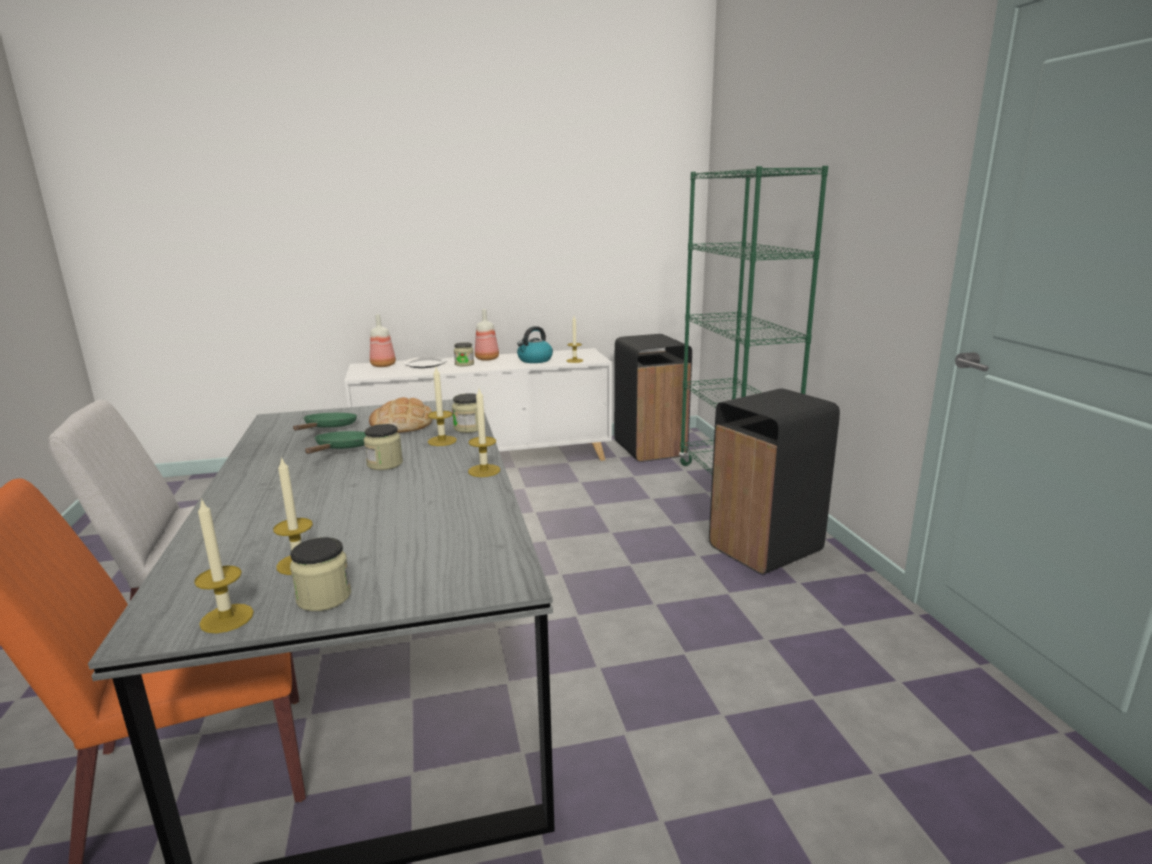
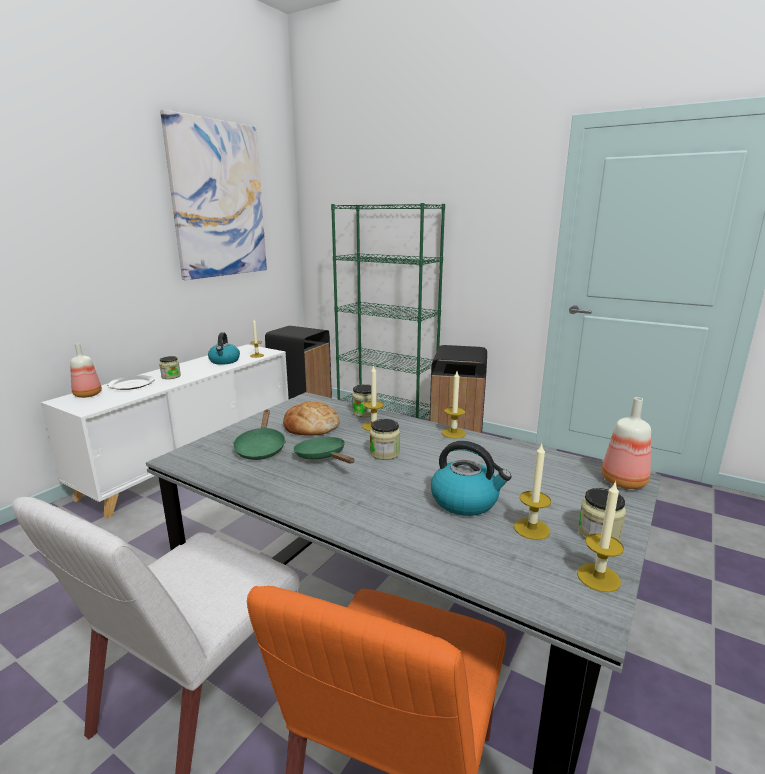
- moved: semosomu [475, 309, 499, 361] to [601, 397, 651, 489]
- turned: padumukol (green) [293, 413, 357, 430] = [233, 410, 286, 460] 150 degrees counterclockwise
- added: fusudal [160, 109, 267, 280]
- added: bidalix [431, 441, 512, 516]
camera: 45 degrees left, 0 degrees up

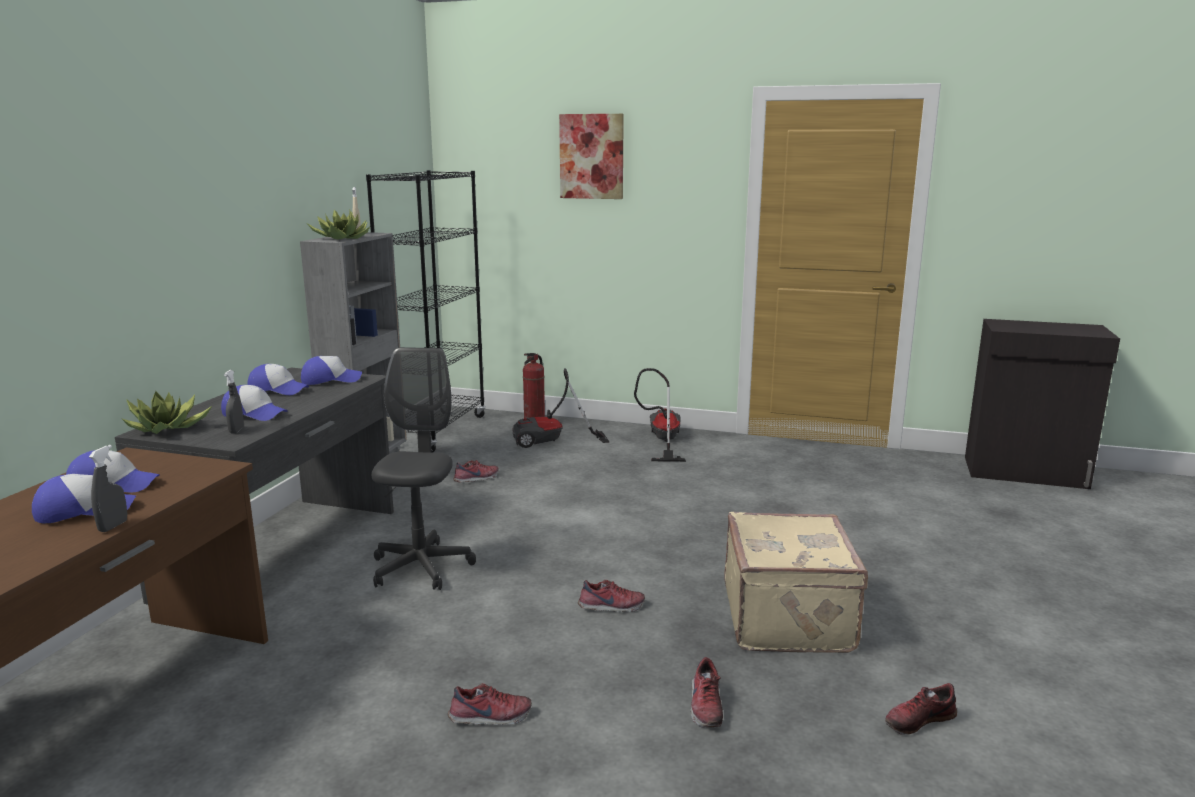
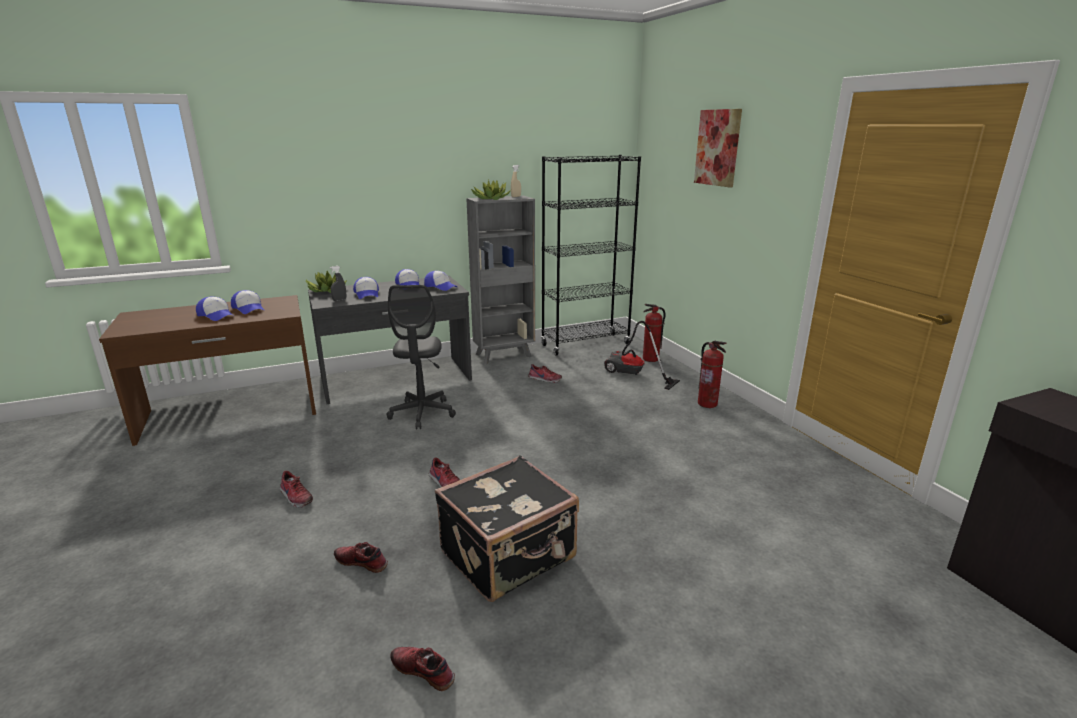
- turned: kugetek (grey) [371, 347, 476, 590] = [387, 285, 456, 429] 120 degrees clockwise
- replaced: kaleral [634, 368, 686, 462] to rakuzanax [698, 341, 727, 408]
- removed: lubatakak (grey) [89, 445, 127, 532]
- recoloured: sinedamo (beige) [724, 512, 868, 653] to sinedamo (black) [435, 455, 579, 602]
- turned: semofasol [691, 657, 723, 728] = [334, 542, 388, 573] 60 degrees clockwise
camera: 50 degrees right, 5 degrees up

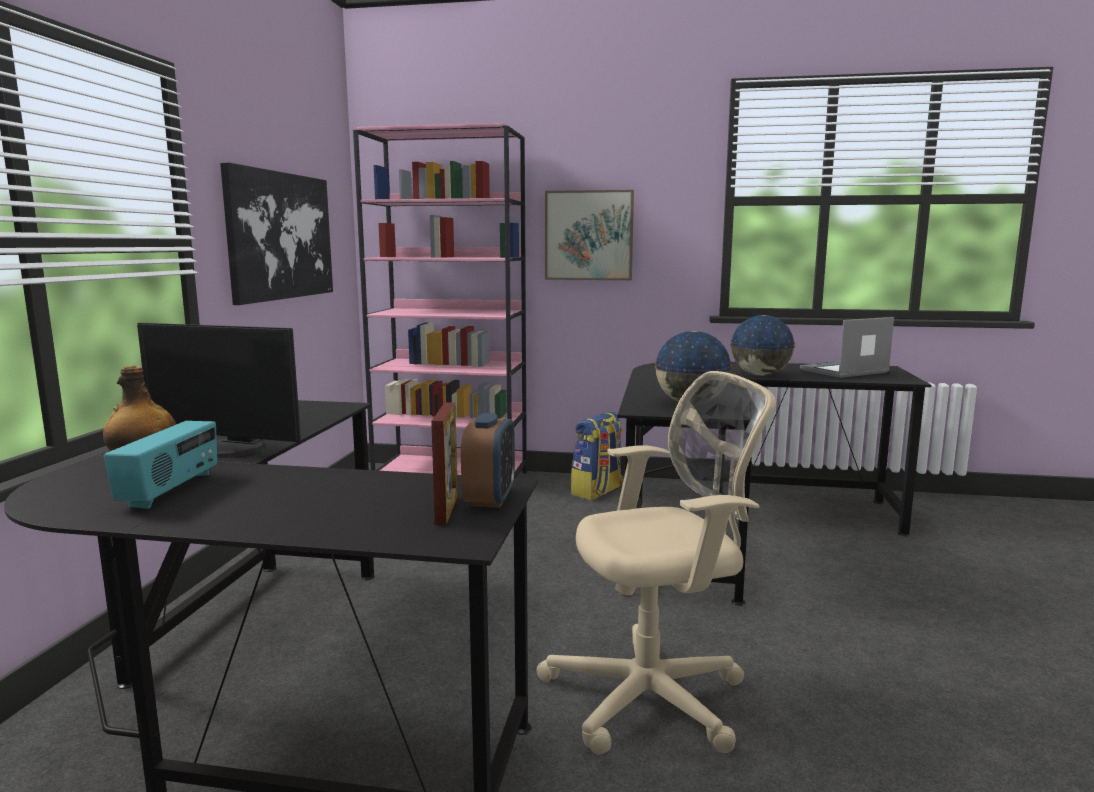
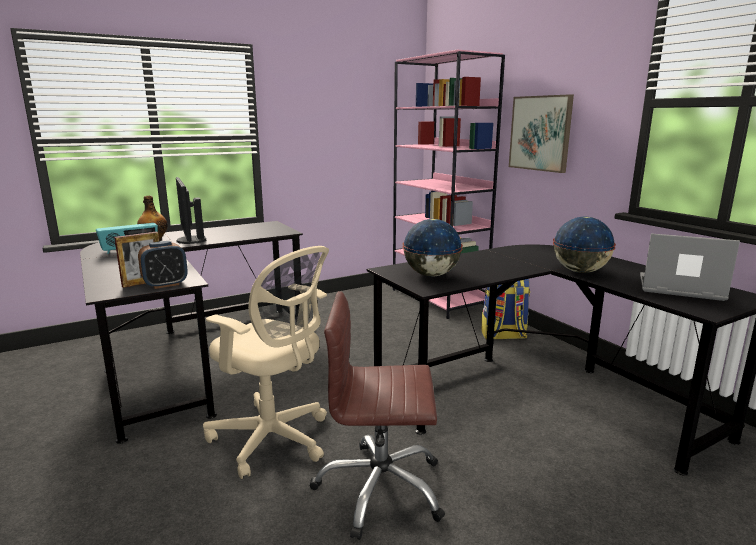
- removed: fusudal [220, 162, 333, 305]
- added: kugetek (brown) [310, 291, 445, 540]
camera: 50 degrees right, 5 degrees up

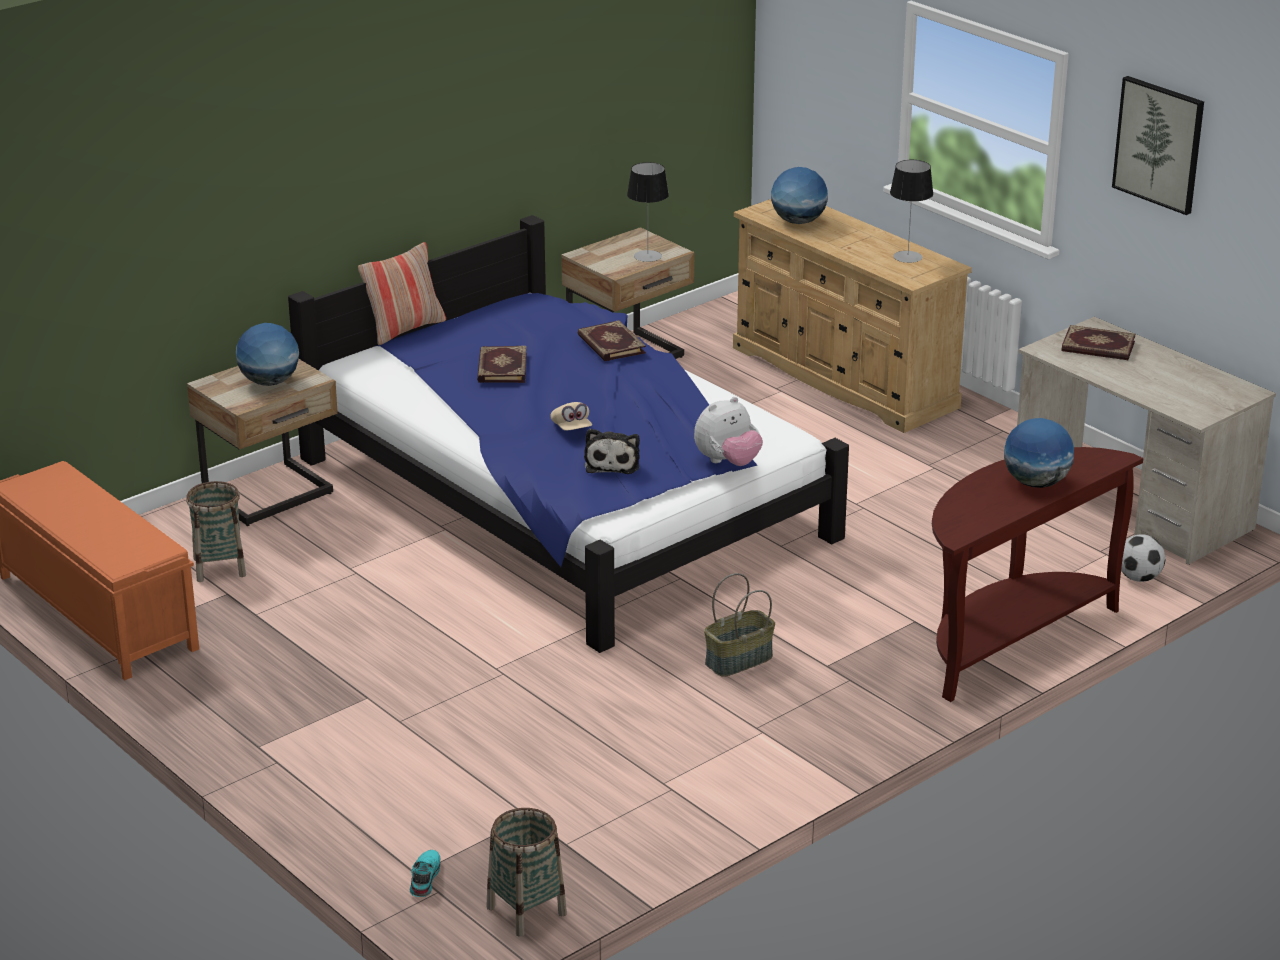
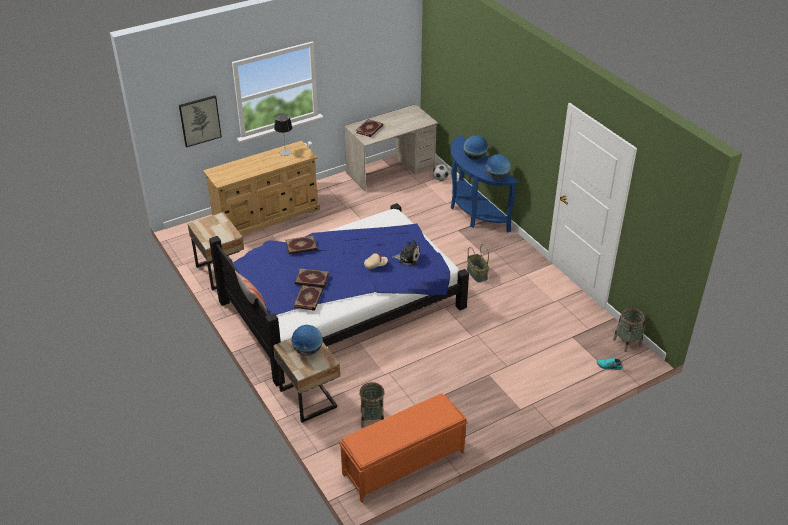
- moved: fusudal [1112, 76, 1204, 215] to [179, 95, 222, 147]
- removed: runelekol [627, 162, 669, 262]
- moved: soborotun [771, 167, 828, 224] to [485, 154, 511, 179]
- removed: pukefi [694, 397, 763, 466]
- recoloured: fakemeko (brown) [932, 447, 1143, 702] to fakemeko (blue) [450, 135, 519, 232]
- added: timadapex [294, 285, 323, 311]
camera: 80 degrees left, 10 degrees up

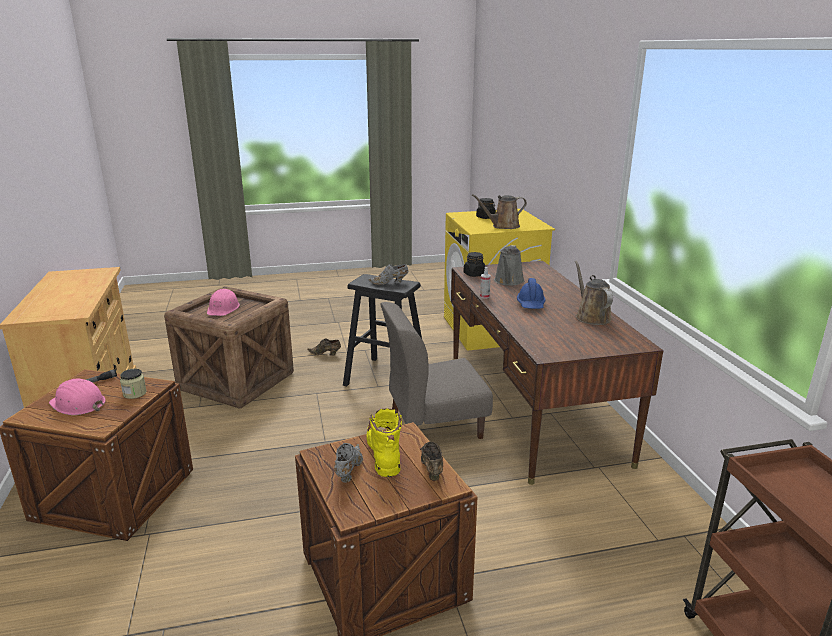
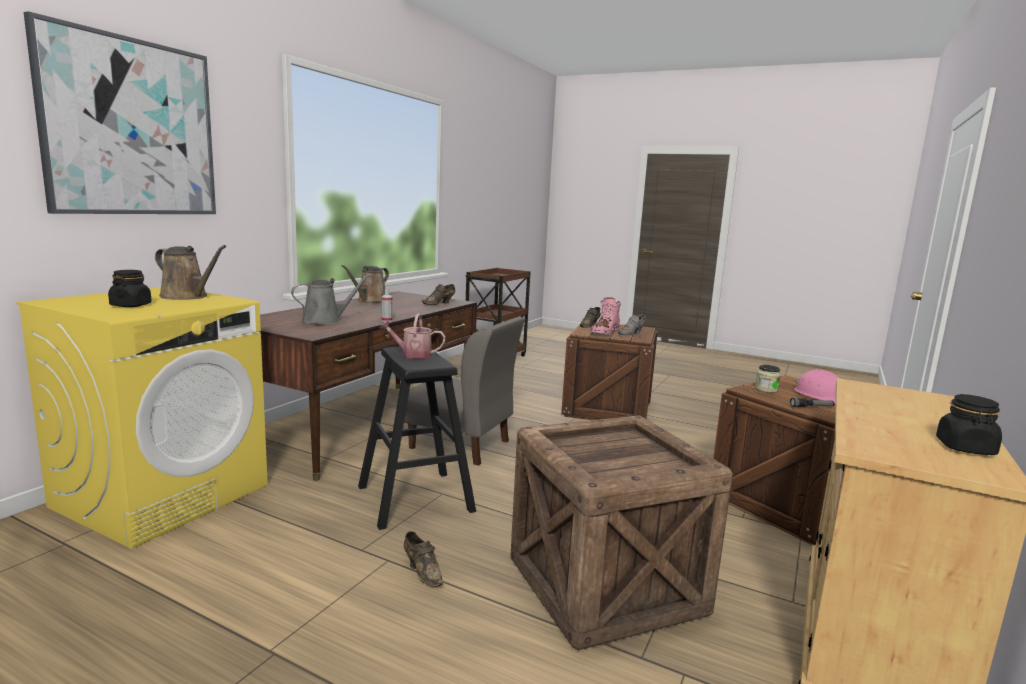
- moved: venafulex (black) [464, 252, 486, 277] to [936, 394, 1002, 455]
- replaced: semofasol (grey) [368, 264, 408, 285] to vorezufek [379, 313, 446, 359]
- removed: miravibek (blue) [517, 278, 546, 309]
- removed: miravibek (pink) [207, 289, 240, 316]
- recoloured: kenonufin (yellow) [367, 408, 402, 477] to kenonufin (pink) [590, 297, 621, 335]
- added: fusudal [24, 11, 216, 214]
- added: semofasol (brown) [422, 284, 455, 305]
camera: 140 degrees left, 10 degrees down

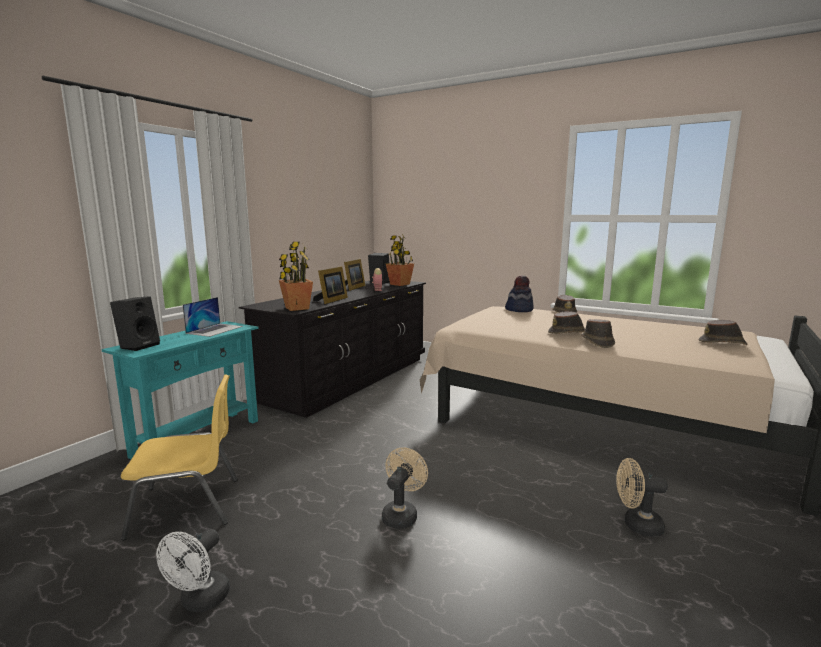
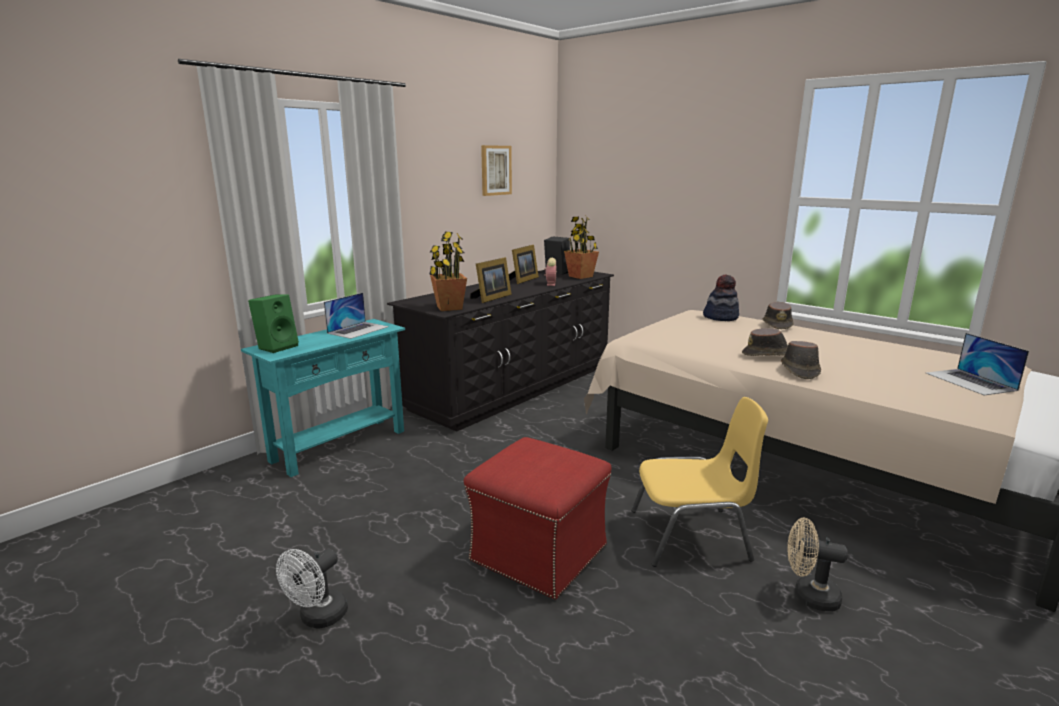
- recoloured: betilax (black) [110, 296, 160, 351] to betilax (green) [248, 294, 299, 353]
- replaced: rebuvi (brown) [699, 320, 747, 345] to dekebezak [926, 333, 1029, 395]
- moved: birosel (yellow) [121, 374, 238, 540] to [631, 397, 768, 567]
- replaced: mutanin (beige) [382, 447, 428, 529] to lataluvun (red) [464, 437, 612, 600]
- added: fusudal [481, 145, 512, 196]
camera: 10 degrees right, 5 degrees up

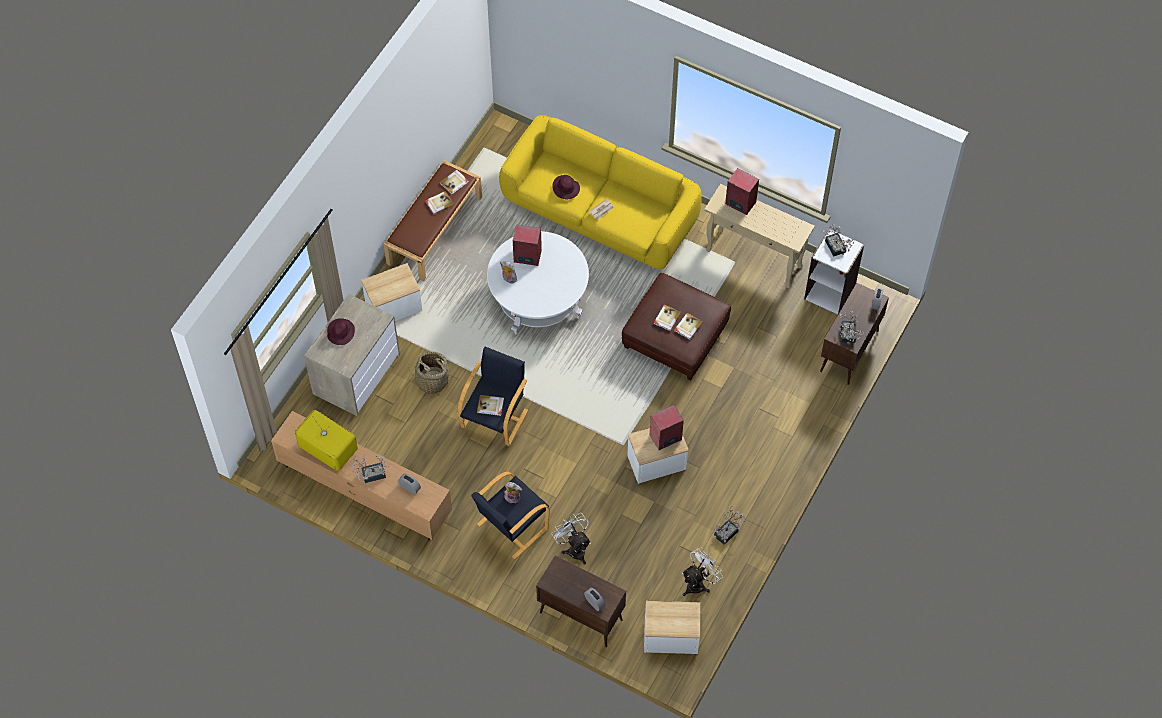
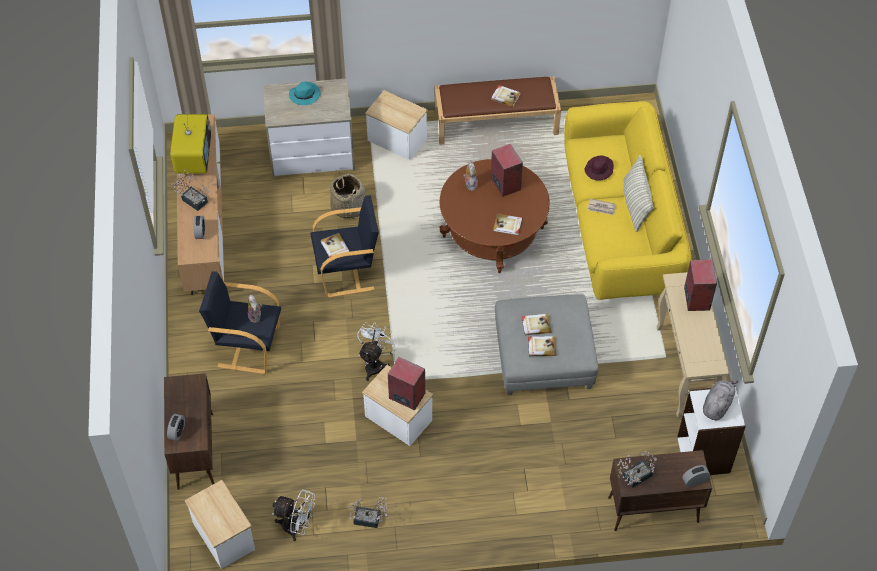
- moved: timadapex [440, 170, 469, 195] to [493, 214, 522, 235]
- replaced: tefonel [823, 224, 854, 257] to pukefi (grey) [703, 380, 739, 420]
- recoloured: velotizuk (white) [487, 231, 589, 334] to velotizuk (brown) [439, 159, 550, 273]
- recoloured: lataluvun (brown) [622, 273, 731, 381] to lataluvun (grey) [495, 294, 599, 395]
- recoloured: rebuvi (purple) [327, 318, 355, 345] to rebuvi (turquoise) [289, 82, 321, 105]
- moved: mutanin (white) [551, 513, 591, 565] to [357, 322, 399, 381]
- added: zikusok [624, 155, 654, 232]
camera: 55 degrees right, 5 degrees down

